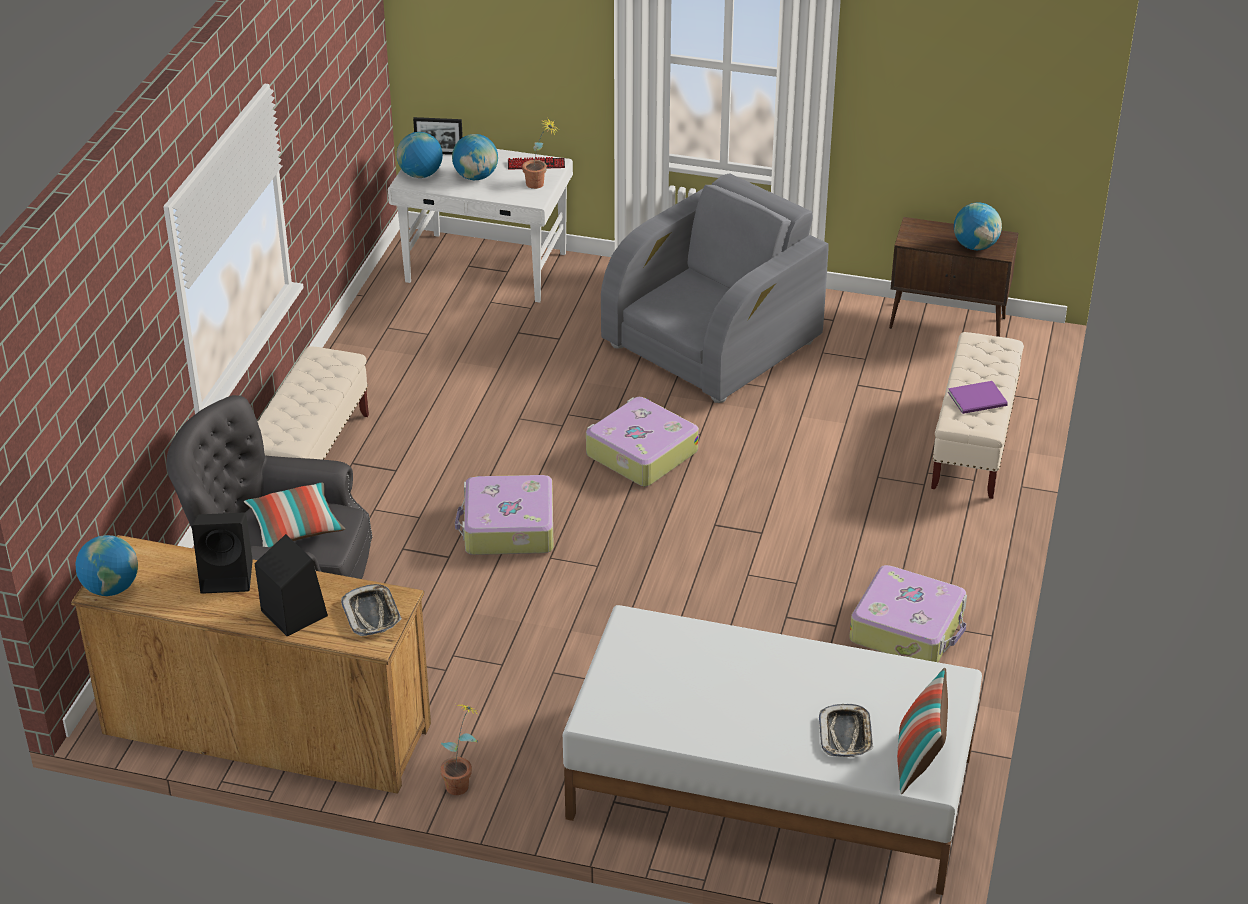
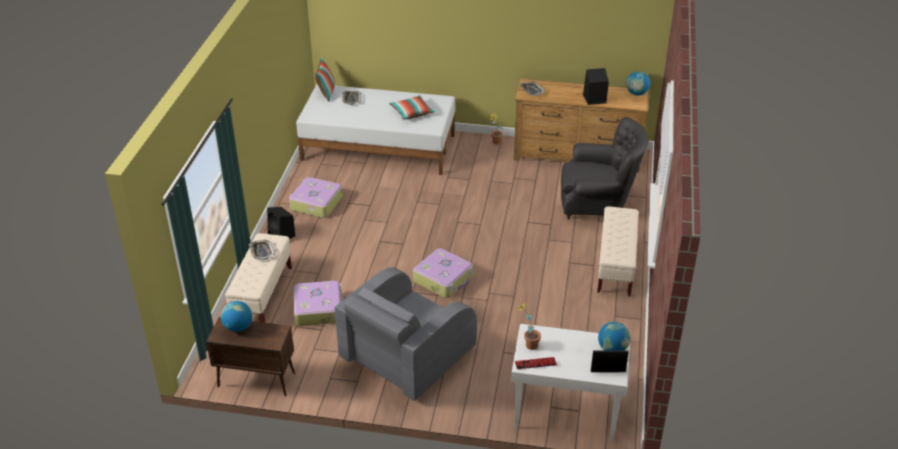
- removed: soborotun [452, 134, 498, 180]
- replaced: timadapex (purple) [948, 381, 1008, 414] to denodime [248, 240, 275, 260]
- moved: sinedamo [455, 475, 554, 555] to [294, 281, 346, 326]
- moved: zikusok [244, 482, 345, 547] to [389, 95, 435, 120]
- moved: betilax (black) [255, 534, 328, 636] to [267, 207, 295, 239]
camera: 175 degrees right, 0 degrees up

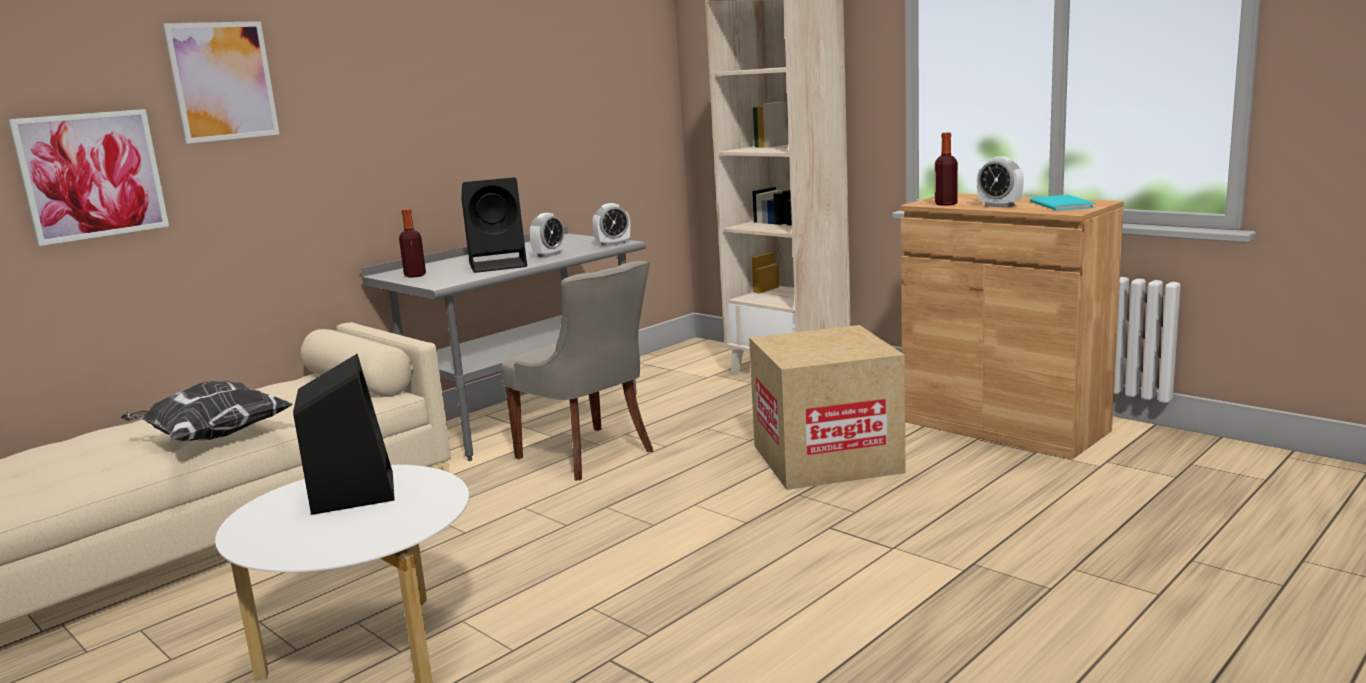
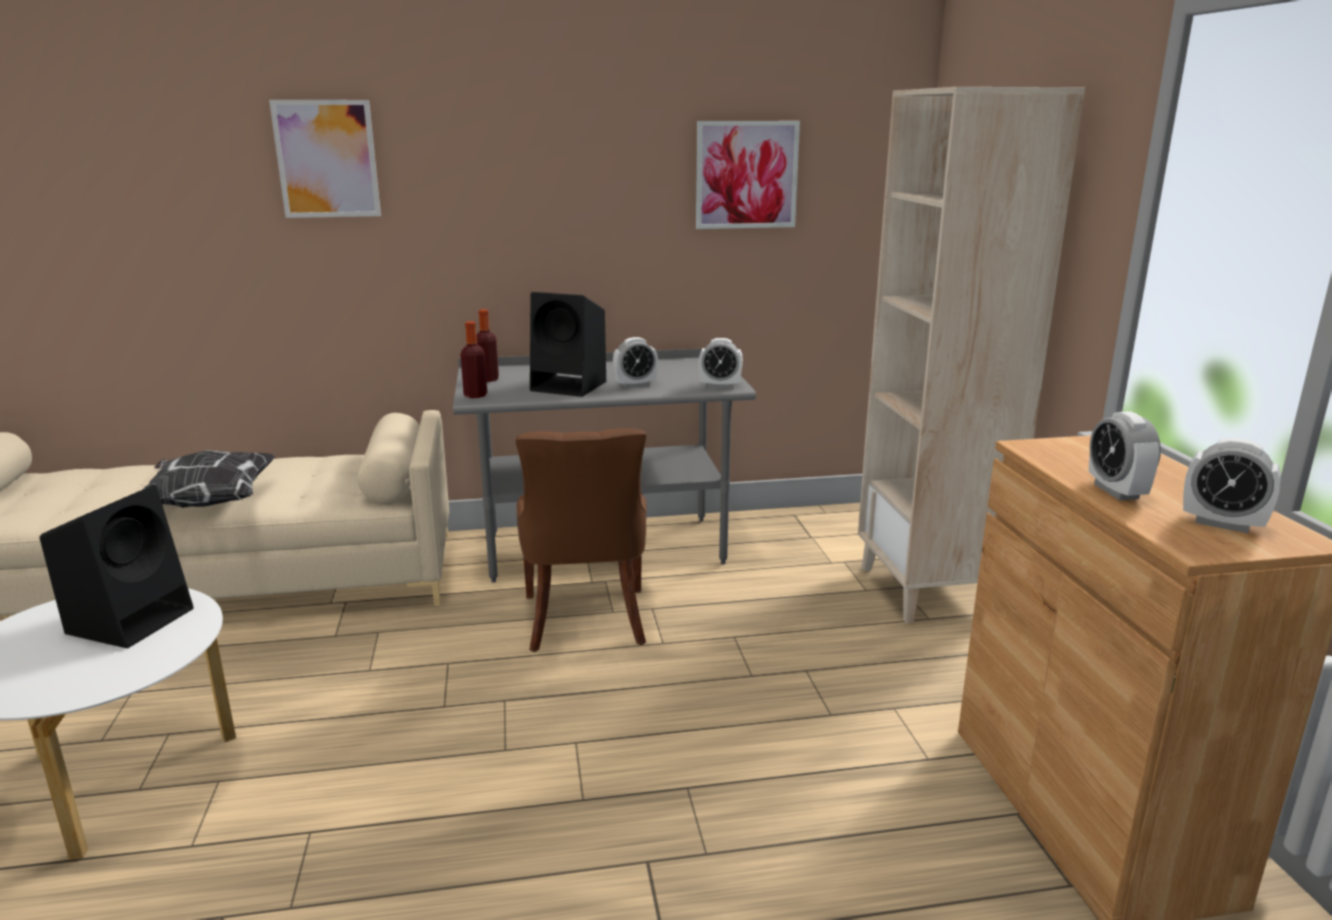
- moved: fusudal [8, 109, 169, 246] to [696, 121, 800, 229]
- moved: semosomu [935, 133, 958, 206] to [461, 321, 487, 398]
- replaced: timadapex (turquoise) [1030, 195, 1095, 211] to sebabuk [1183, 437, 1281, 533]
- recoloured: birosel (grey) [501, 261, 653, 480] to birosel (brown) [516, 428, 647, 652]
- removed: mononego [749, 325, 905, 490]
camera: 35 degrees right, 5 degrees up

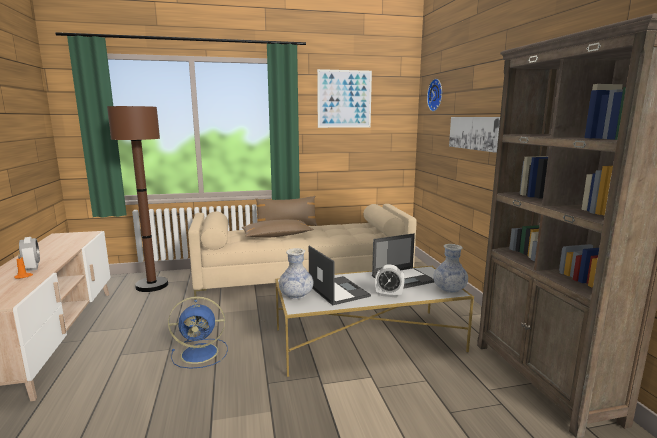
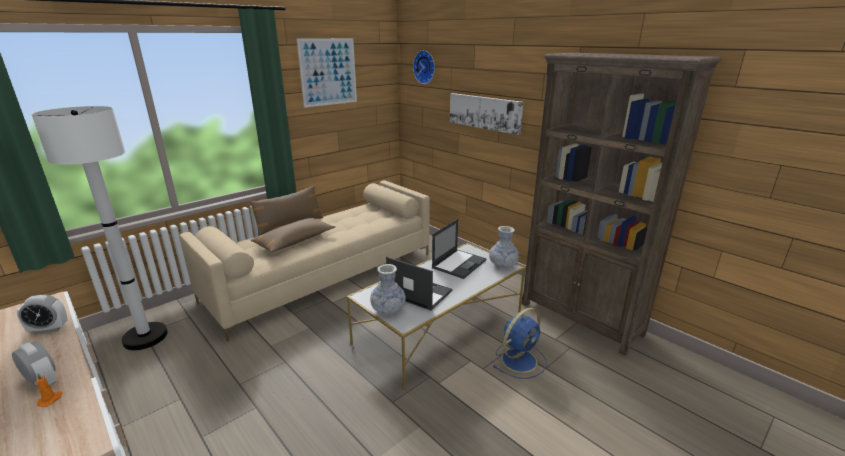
- recoloured: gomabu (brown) [107, 106, 168, 292] to gomabu (white) [31, 106, 168, 350]
- moved: sebabuk [375, 264, 405, 298] to [17, 295, 67, 334]
- moved: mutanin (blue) [168, 296, 228, 369] to [493, 308, 547, 379]
camera: 30 degrees left, 10 degrees up

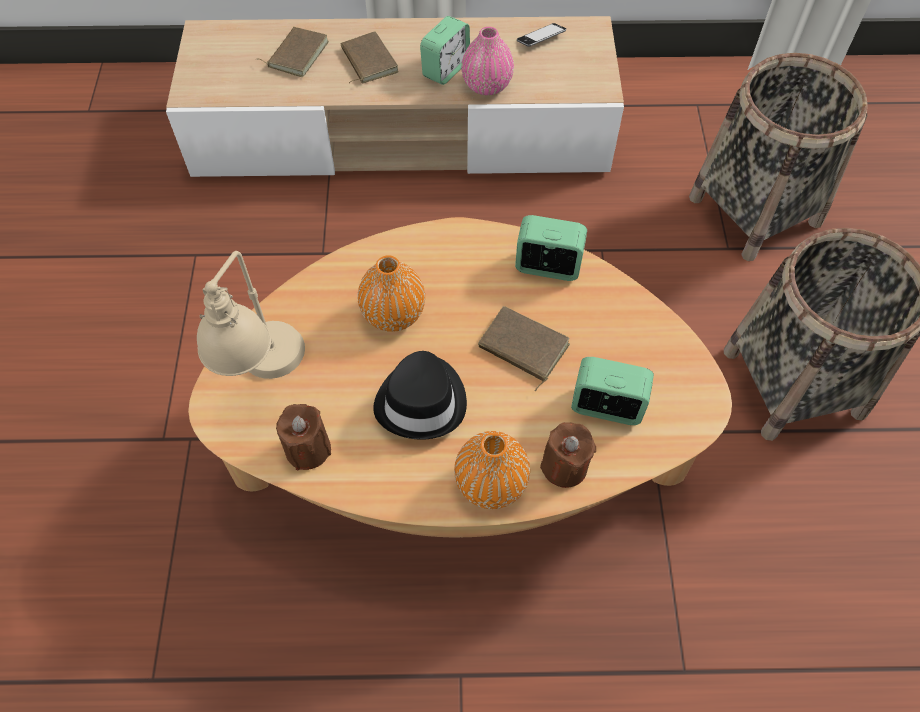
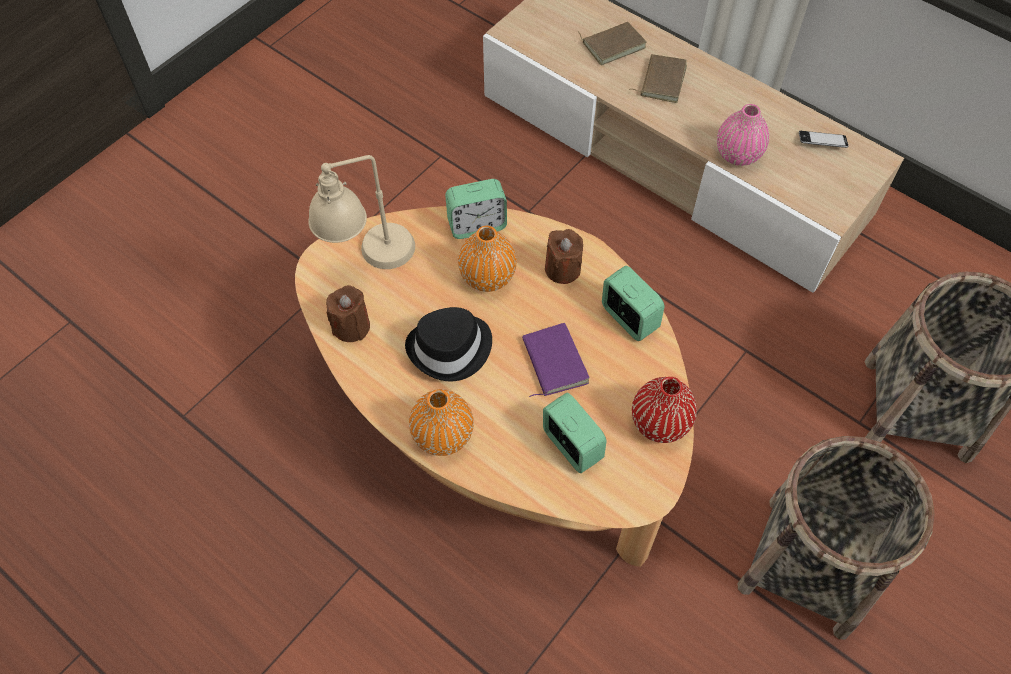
- moved: sebabuk [420, 16, 470, 85] to [445, 179, 507, 239]
- recoloured: timadapex (brown) [478, 306, 570, 392] to timadapex (purple) [522, 323, 590, 397]
- moved: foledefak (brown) [540, 422, 596, 488] to [545, 229, 583, 284]
- added: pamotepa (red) [632, 377, 697, 443]
camera: 40 degrees right, 0 degrees up

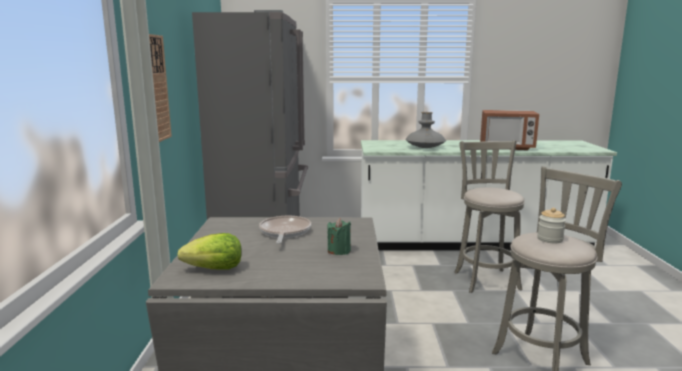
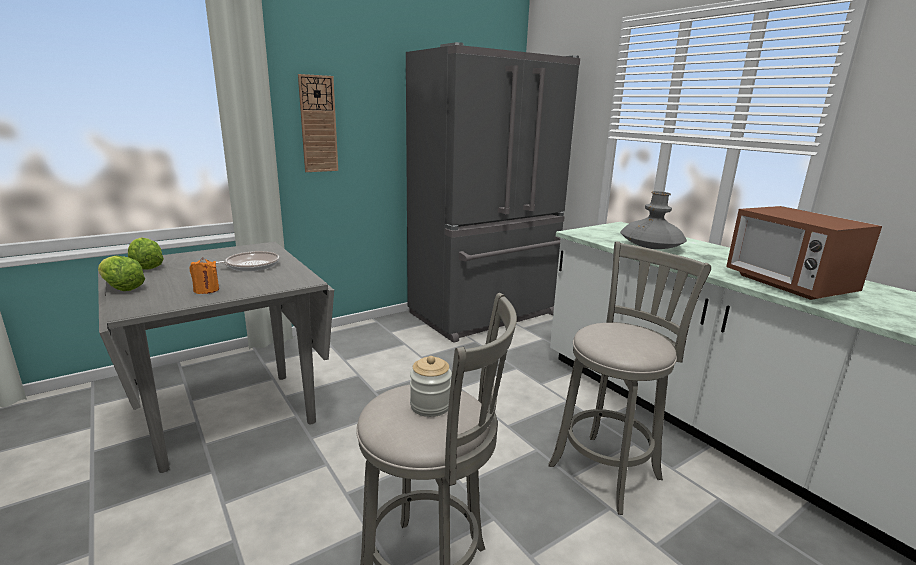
- recoloured: foledefak (green) [327, 218, 351, 255] to foledefak (orange) [189, 257, 219, 294]
- added: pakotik [98, 256, 145, 291]
camera: 55 degrees right, 5 degrees up

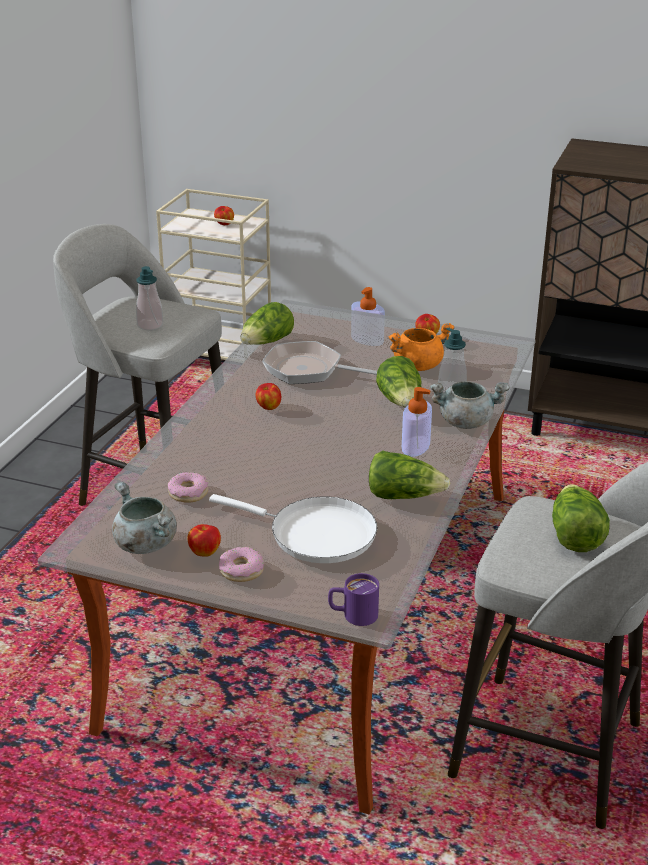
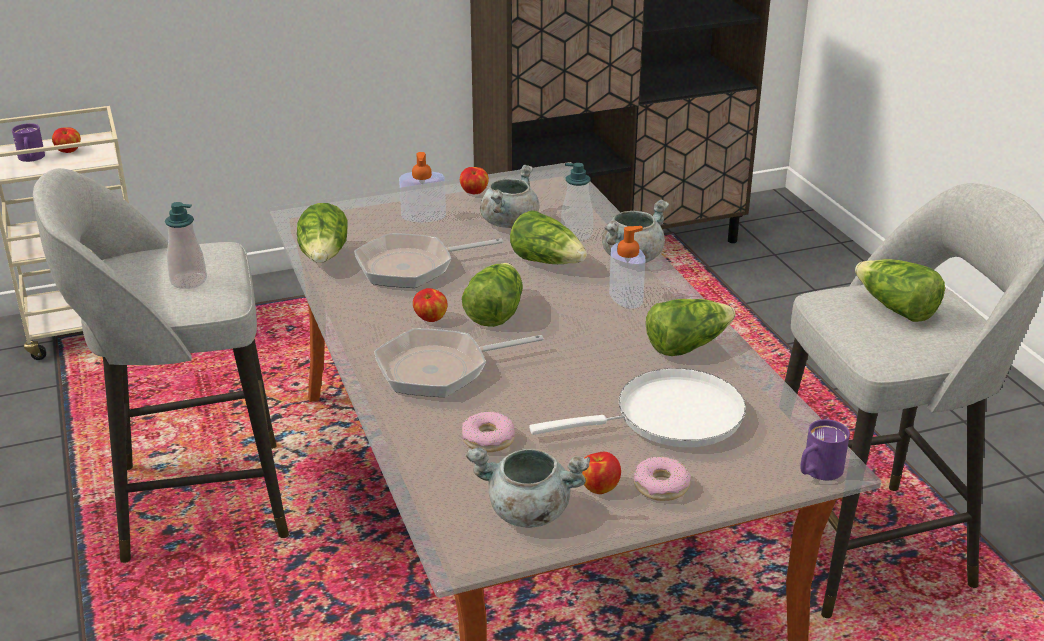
- recoloured: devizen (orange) [388, 323, 455, 371] to devizen (grey) [480, 165, 540, 228]
- added: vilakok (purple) [12, 123, 45, 162]
- added: pakotik [462, 263, 523, 327]
- added: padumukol [374, 328, 544, 397]
camera: 40 degrees left, 0 degrees up

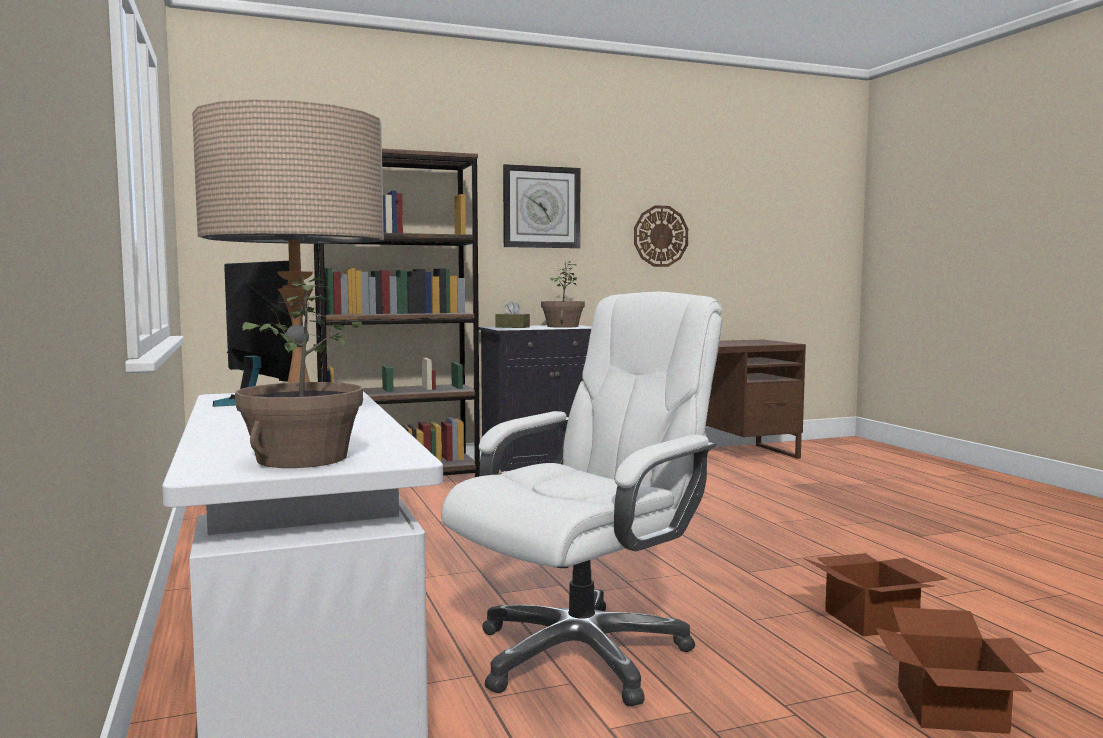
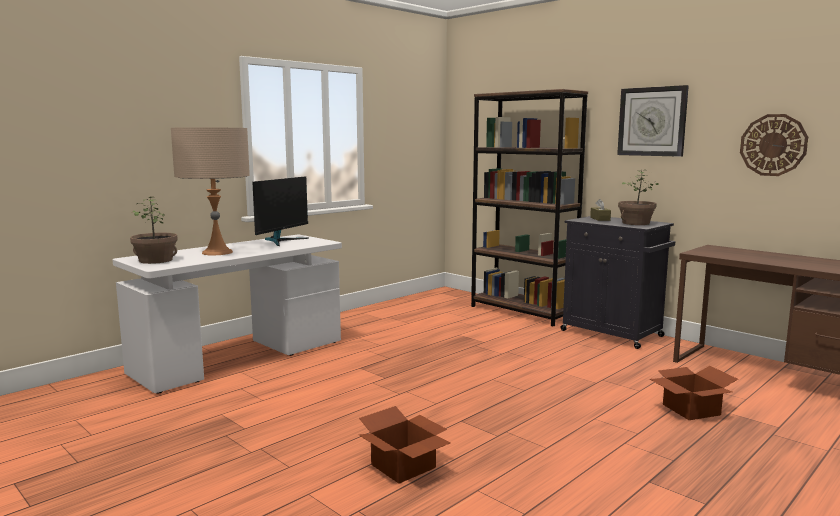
- removed: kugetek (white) [441, 292, 722, 706]
- moved: mononego [875, 607, 1044, 734] to [650, 366, 738, 420]
camera: 65 degrees right, 5 degrees up

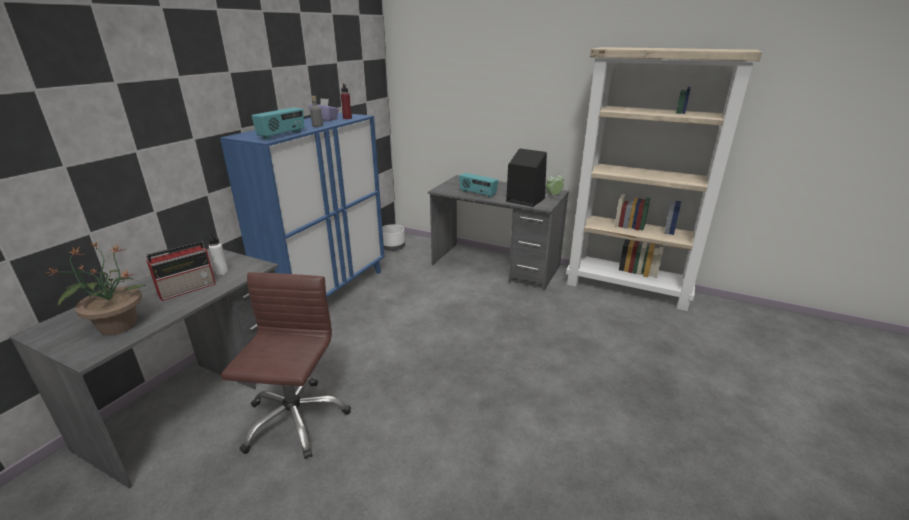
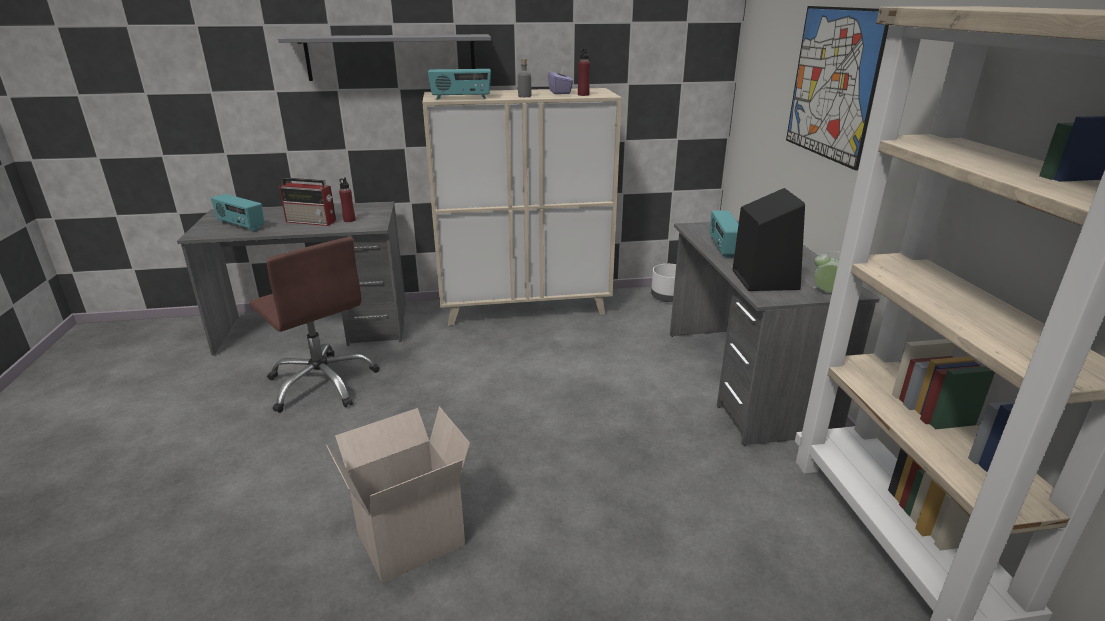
- recoloured: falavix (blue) [220, 113, 385, 297] to falavix (beige) [422, 88, 622, 326]
- recoloured: semosomu (white) [209, 232, 228, 276] to semosomu (red) [339, 177, 355, 222]
- replaced: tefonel [46, 241, 145, 335] to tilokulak [211, 194, 264, 232]
- turned: kugetek (brown) [221, 272, 351, 459] = [250, 237, 380, 413] 75 degrees clockwise
- added: fusudal [786, 6, 889, 171]
- added: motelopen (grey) [278, 34, 491, 81]
- added: mononego [326, 407, 470, 583]
camera: 55 degrees right, 0 degrees up

